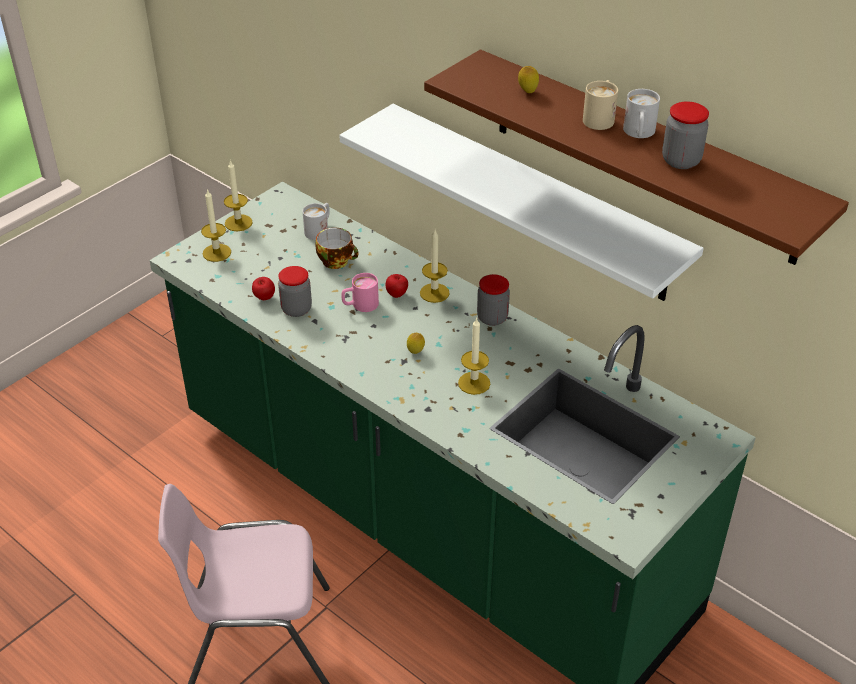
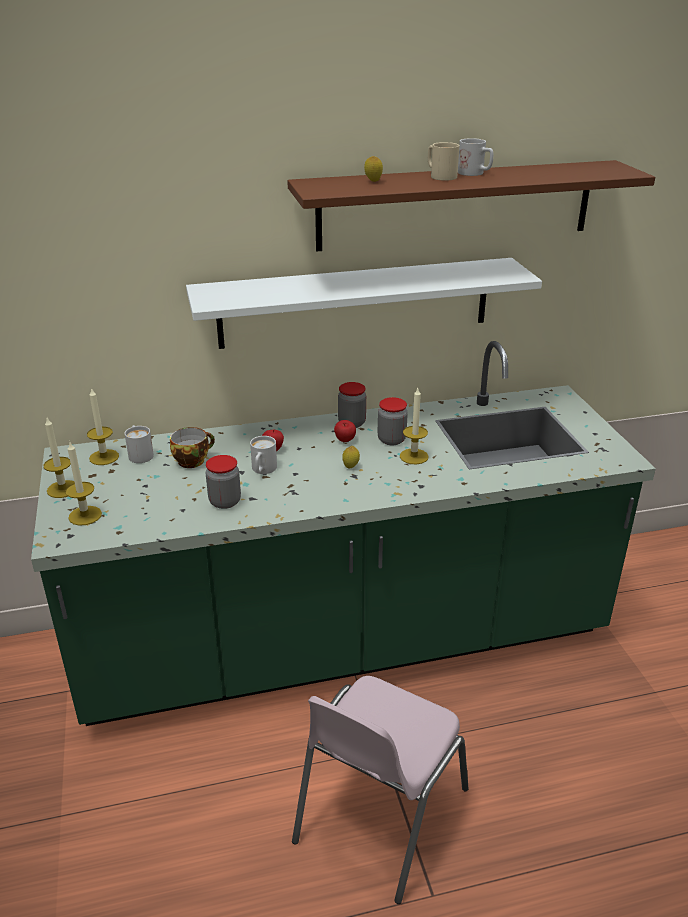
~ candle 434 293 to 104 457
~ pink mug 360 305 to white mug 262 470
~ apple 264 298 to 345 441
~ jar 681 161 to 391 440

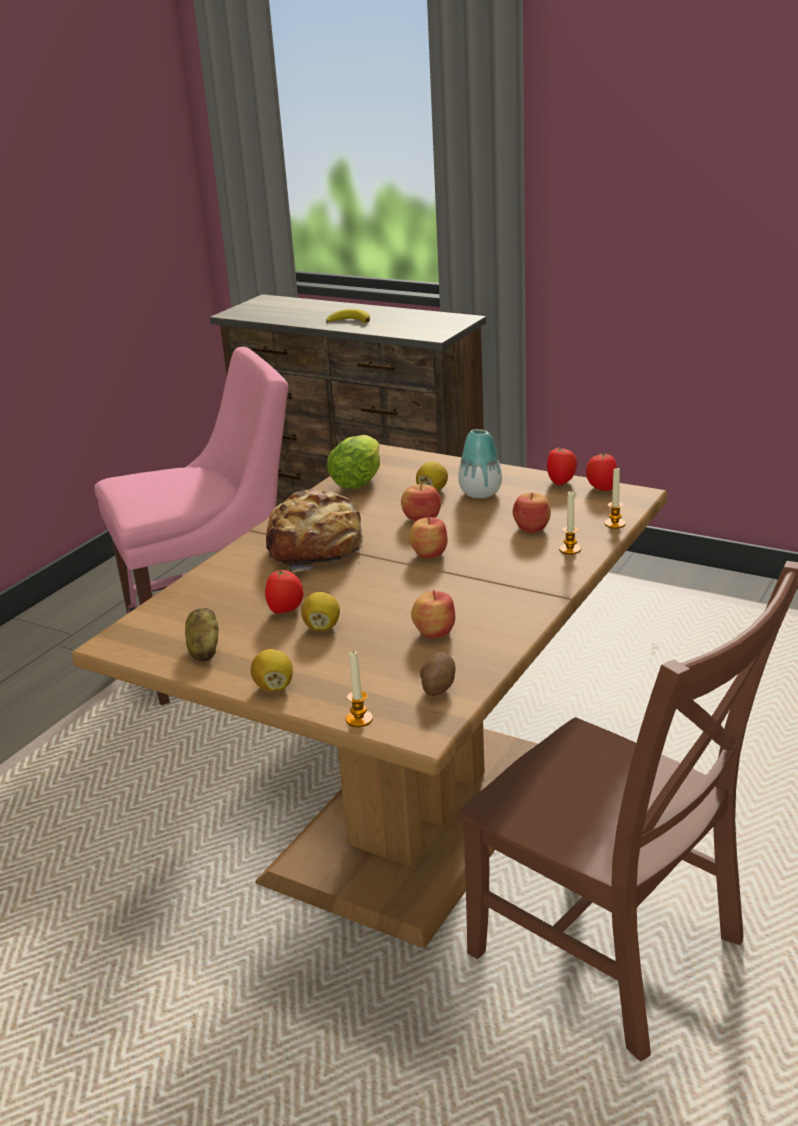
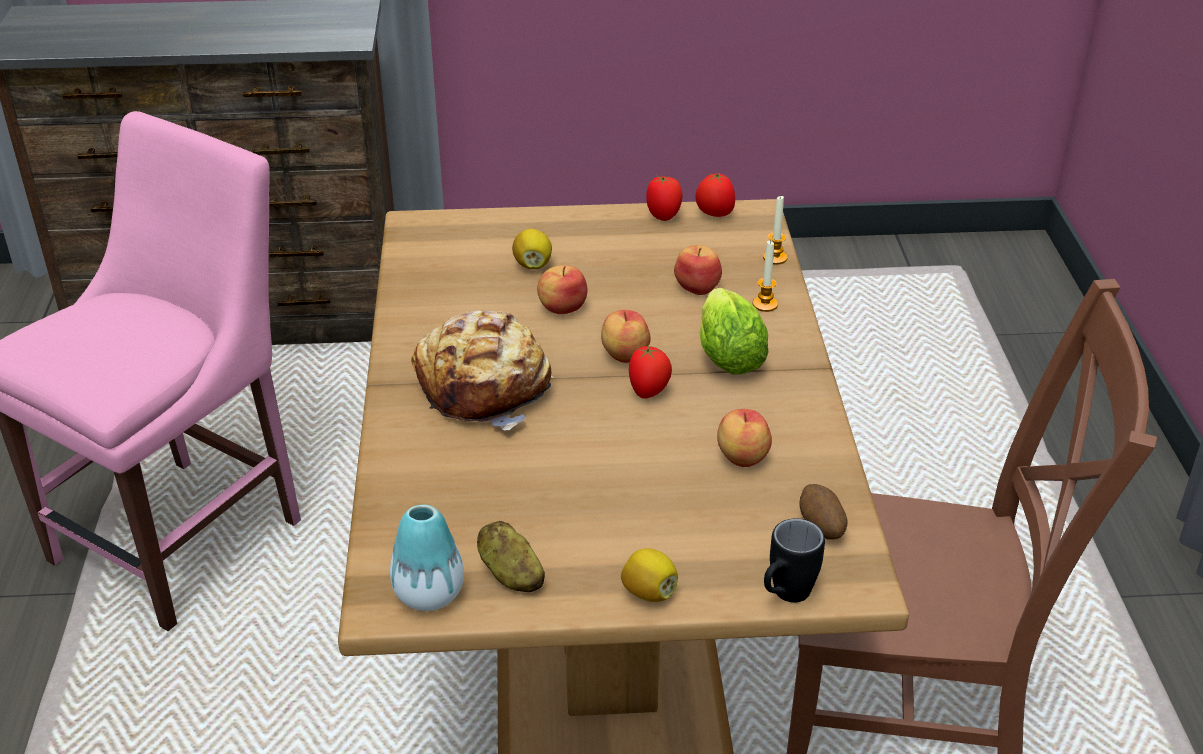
~ vase 480 493 to 429 594
~ tomato 286 611 to 649 392
~ lettuce 359 480 to 727 353
~ candle 359 719 to black mug 785 597
- lemon 322 627
- banana 349 320

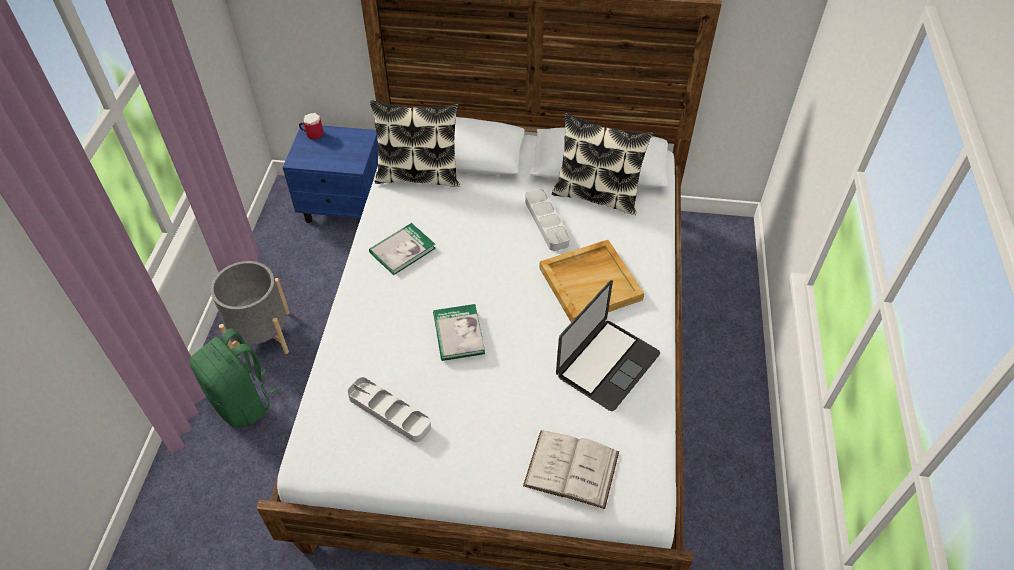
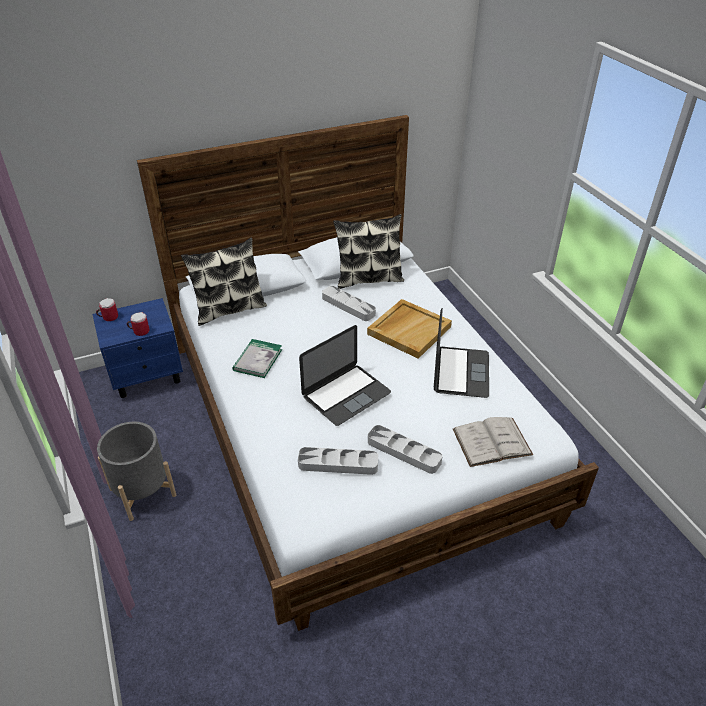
+ mug 139 331
~ book 458 334 to laptop 346 394
+ grey tray 404 452
- green backpack 243 402

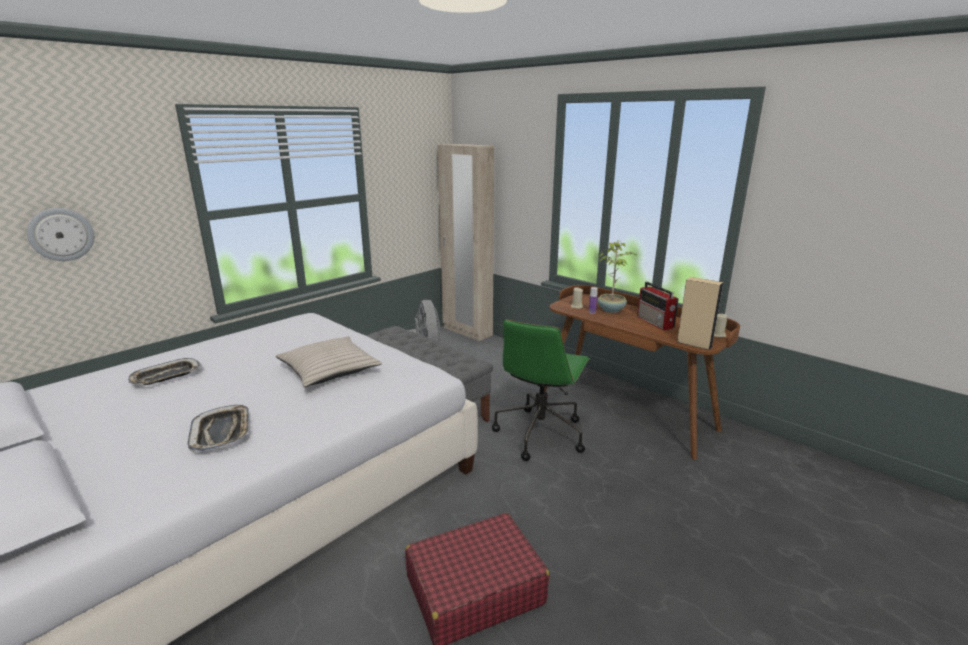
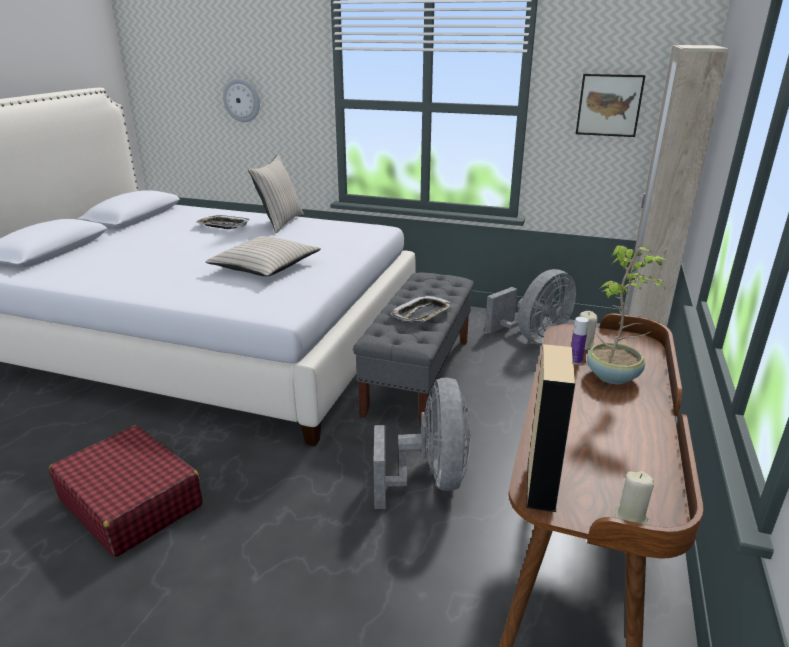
+ beige pillow 280 223
~ green office chair 540 433 to grey fan 430 479
~ tray 222 432 to 422 314
+ picture 609 105
- radio 655 322

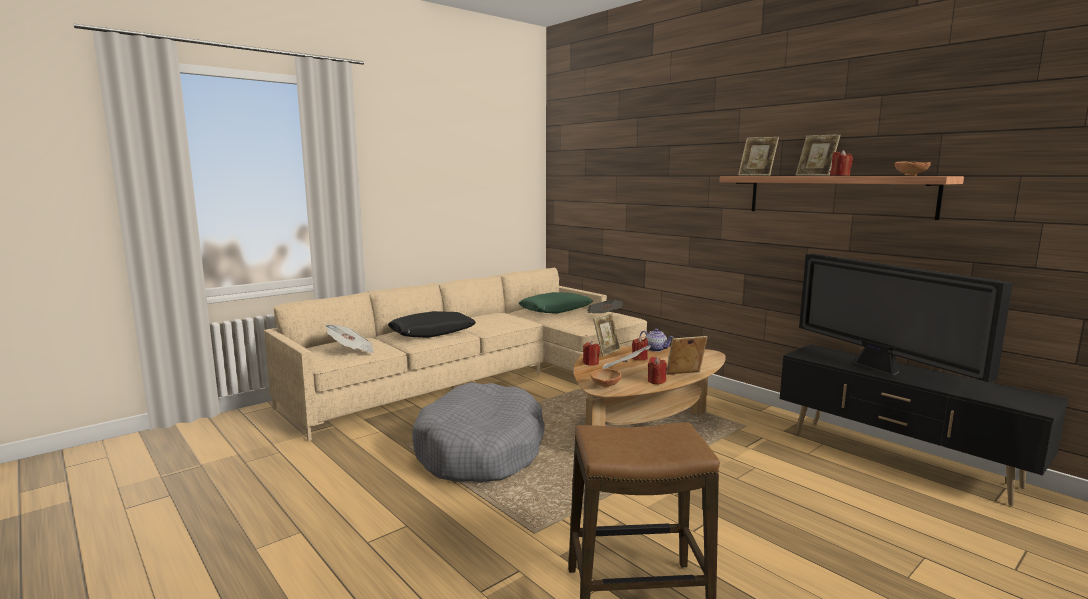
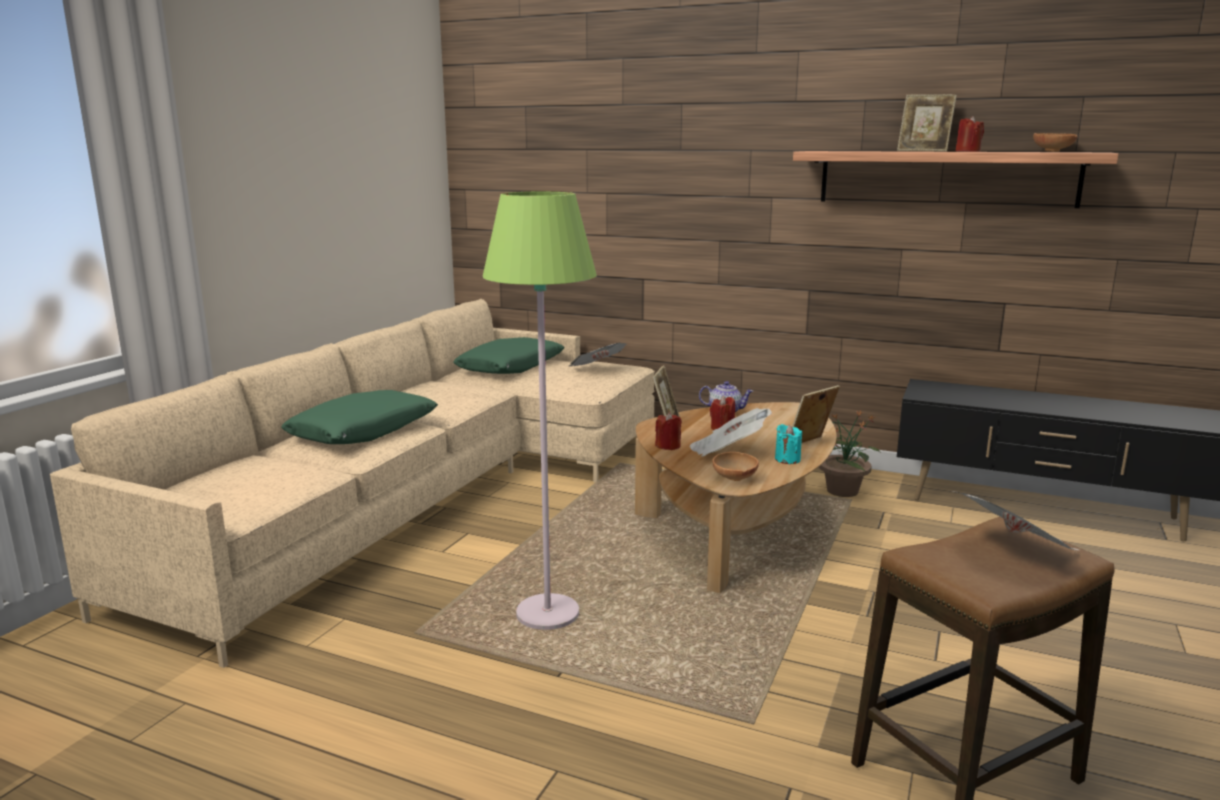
~ black pillow 432 333 to green pillow 363 431
~ grey dog bed 481 451 to green floor lamp 547 614
~ red candle 656 381 to turquoise candle 787 459
+ potted plant 843 490
~ newspaper 352 351 to 1015 553
- picture frame 756 175
- television 880 369

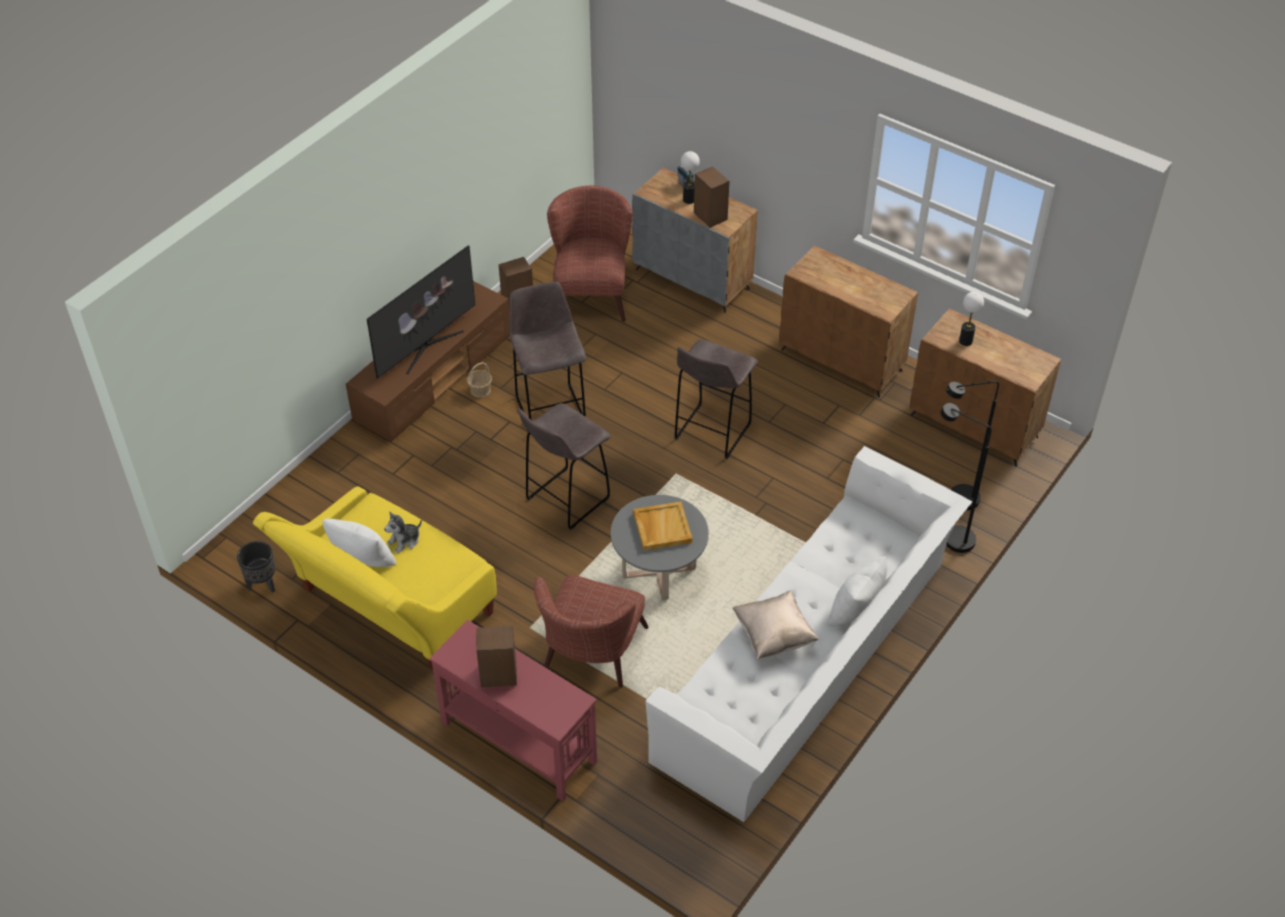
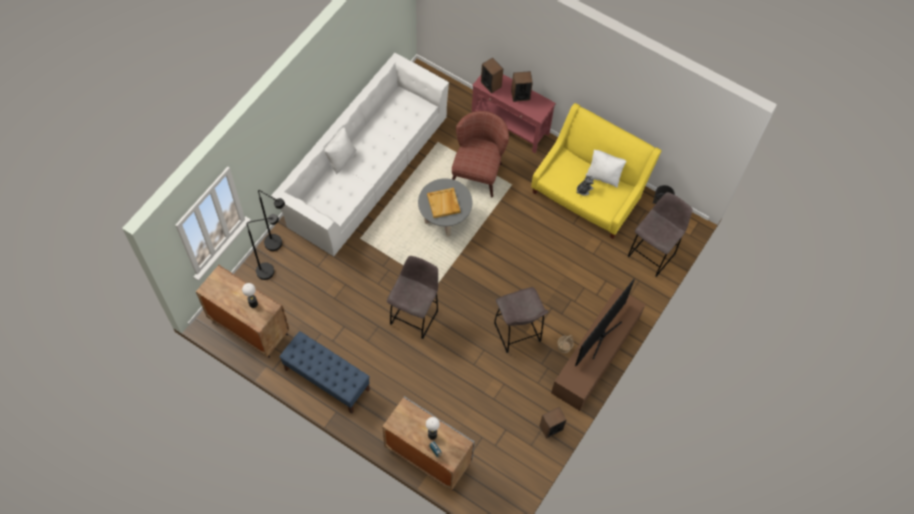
~ brown cabinet 842 360 to blue bench 327 379
~ speaker 710 216 to 491 84
~ grey stool 565 500 to 652 254
- brown armchair 591 292
- beige pillow 773 635

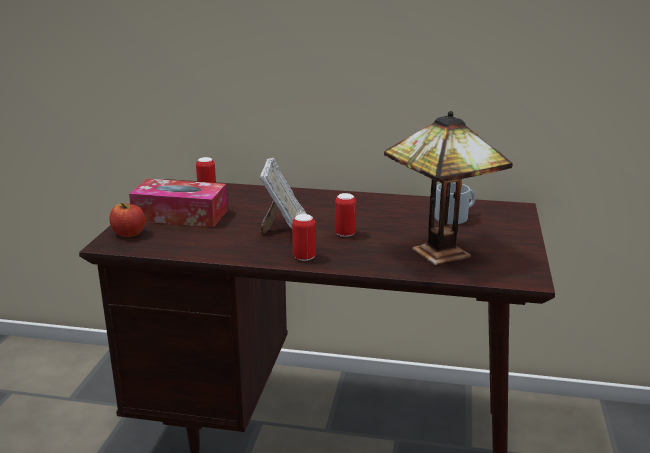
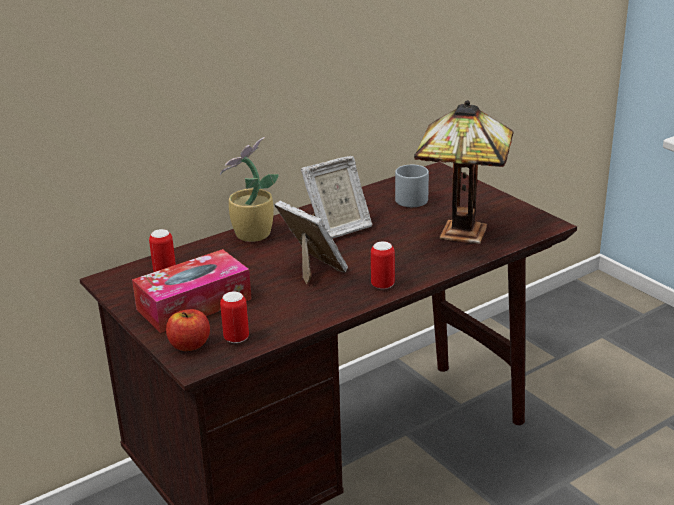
+ potted plant 251 235
~ can 345 234 to 236 338
+ picture frame 338 229

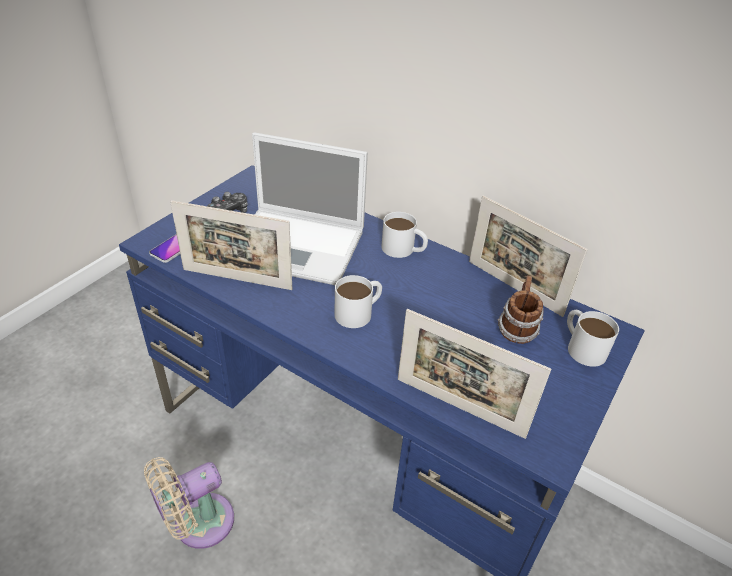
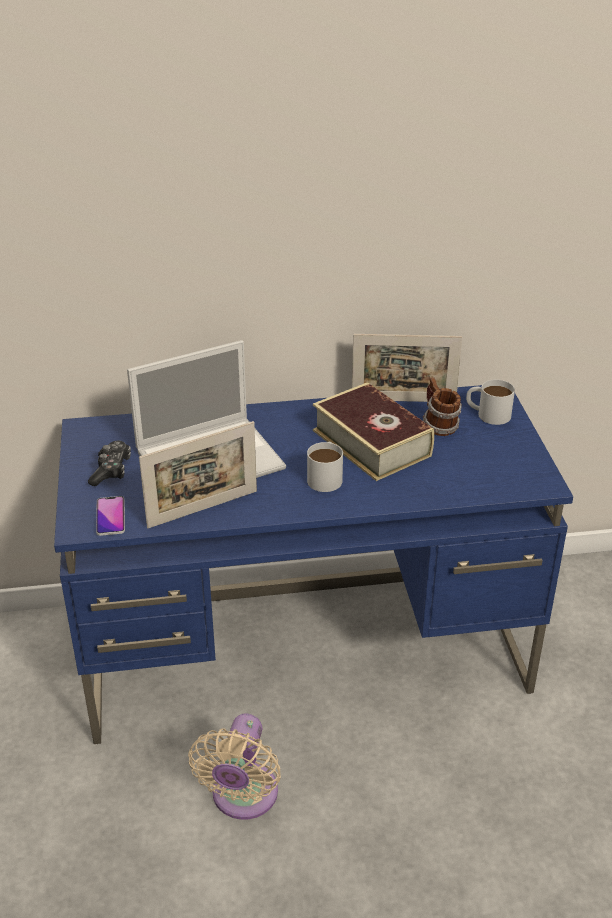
+ book 371 443
- white mug 403 249
- picture frame 459 407

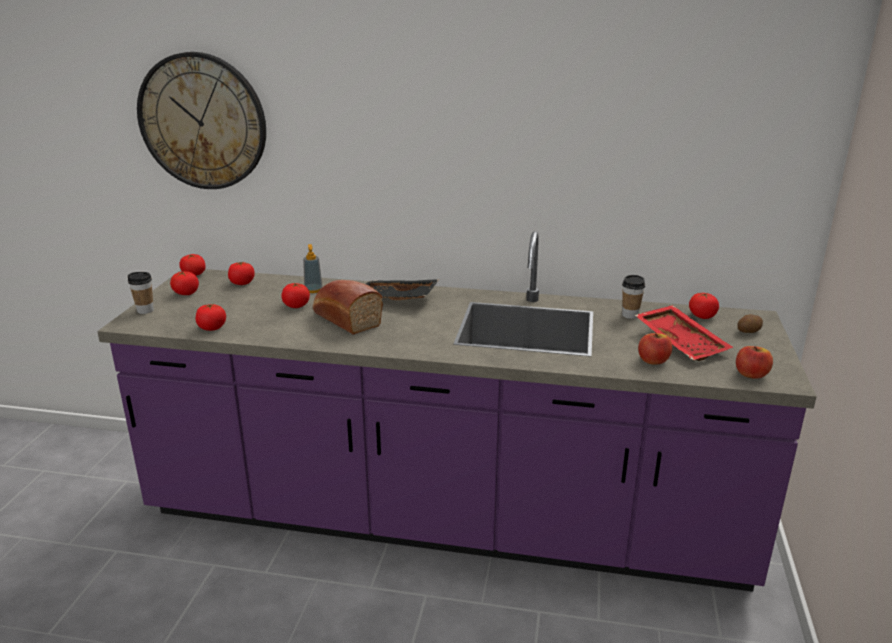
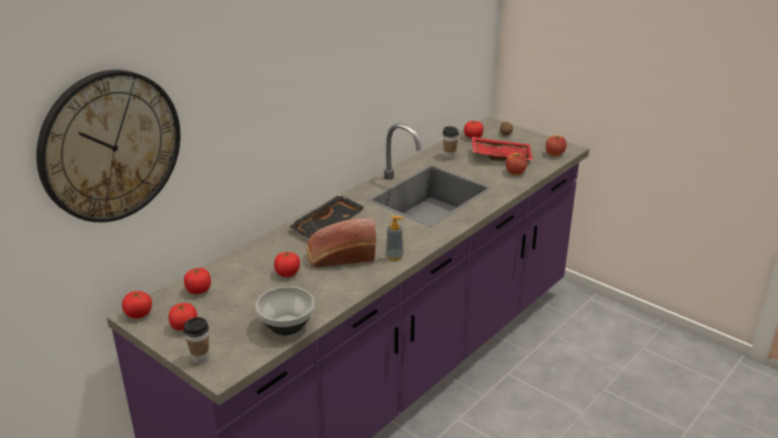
~ tomato 212 328 to bowl 287 325
~ soap dispenser 313 290 to 394 256

